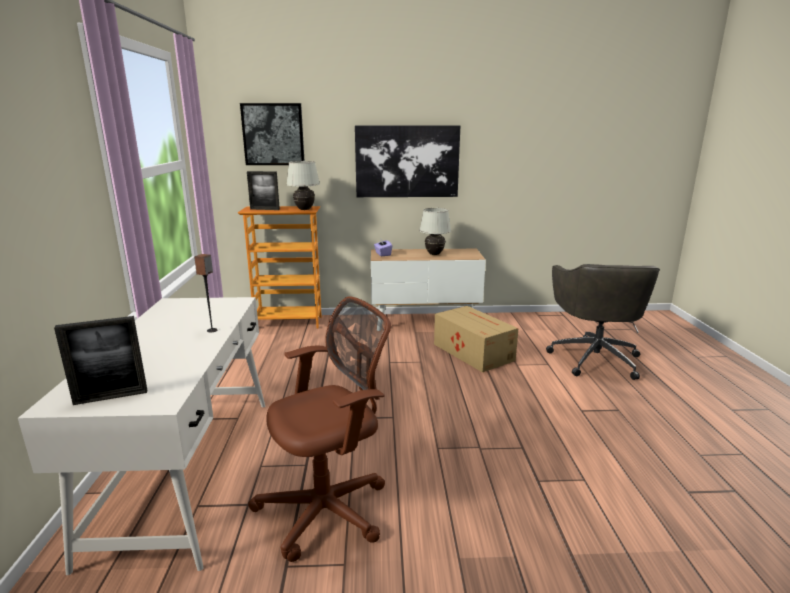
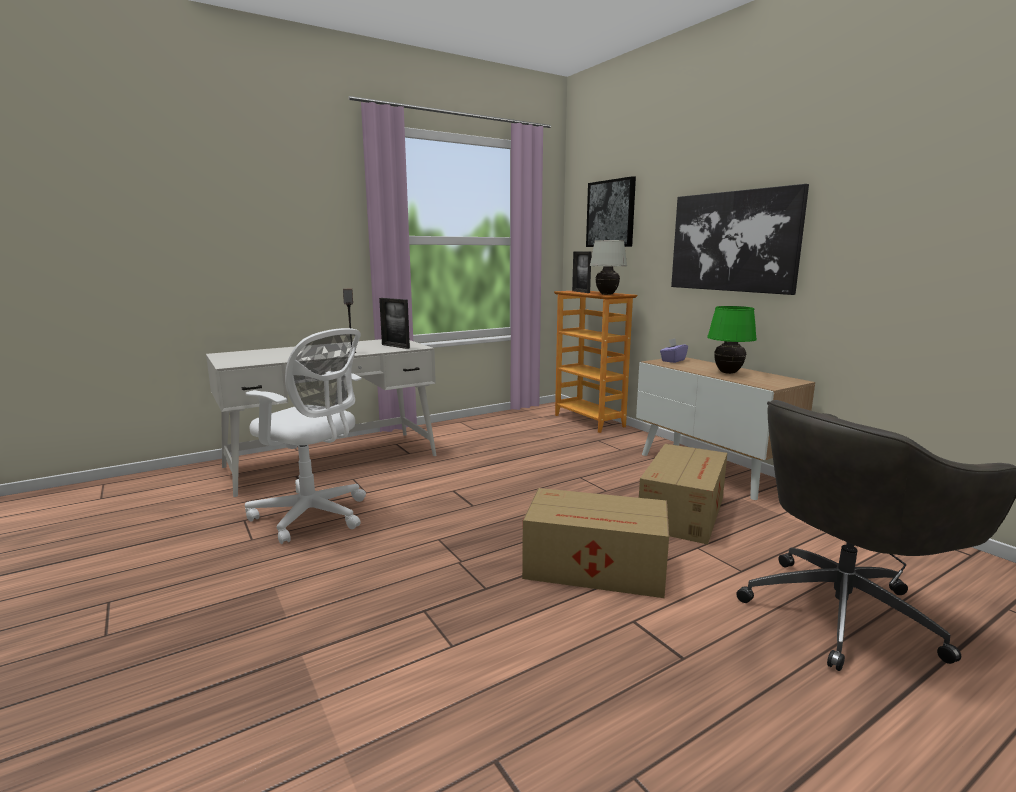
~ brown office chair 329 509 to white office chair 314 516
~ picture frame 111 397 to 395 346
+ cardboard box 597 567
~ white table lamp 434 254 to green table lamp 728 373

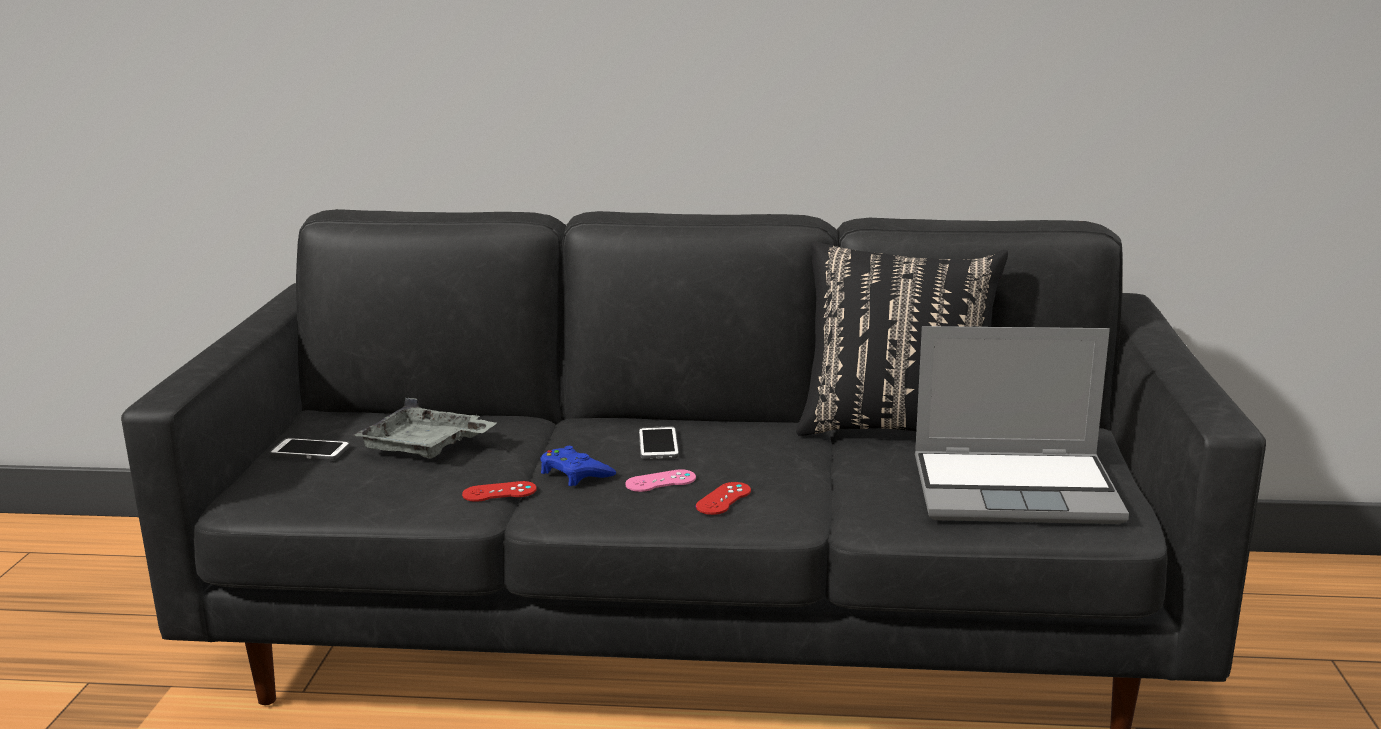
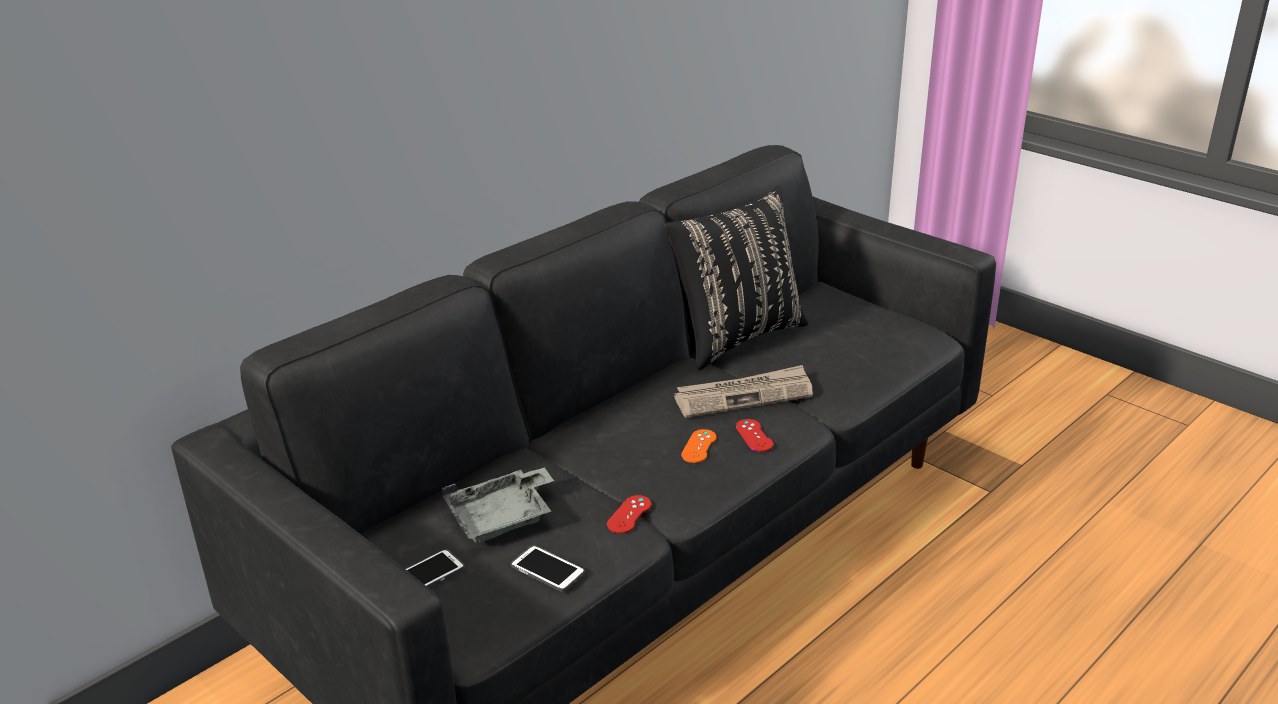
~ phone 658 444 to 547 570
+ newspaper 744 395
~ pink game controller 660 481 to orange game controller 699 446
- blue game controller 575 473
- laptop 1017 489

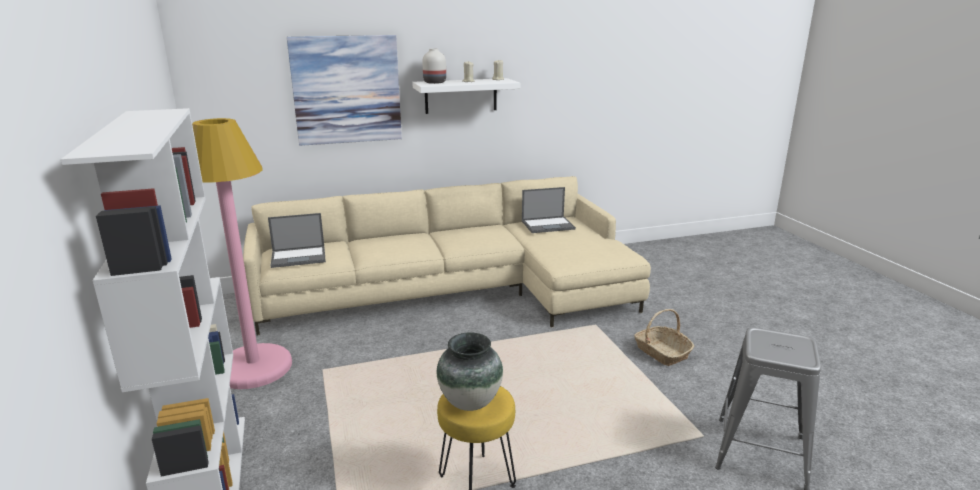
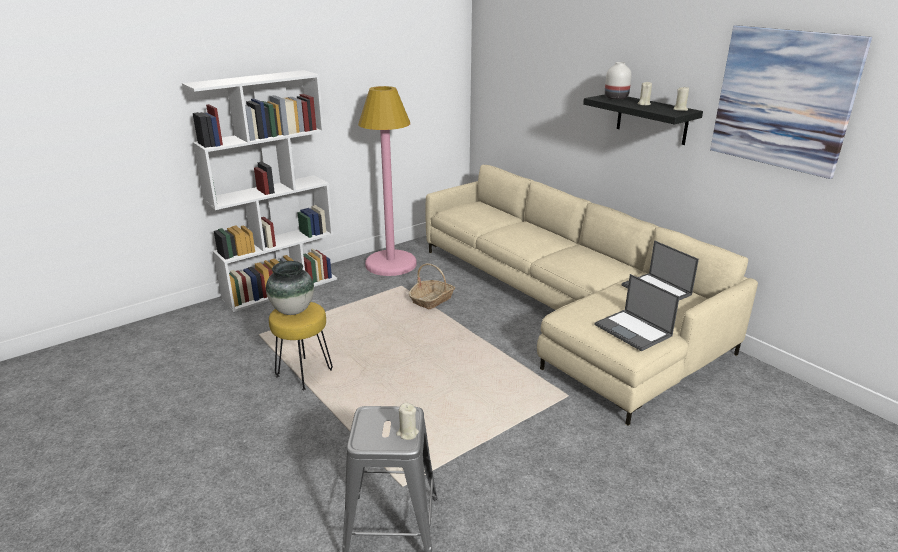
+ beige candle 407 433
~ basket 661 352 to 432 300
~ white shelf 461 96 to black shelf 652 119
~ laptop 299 257 to 634 330
~ picture 346 90 to 783 99

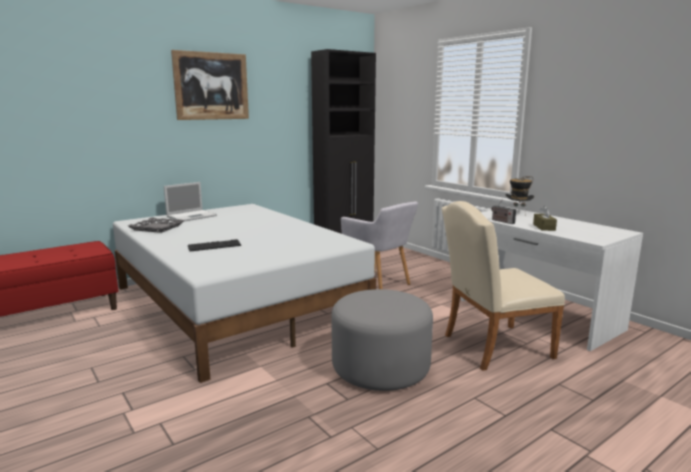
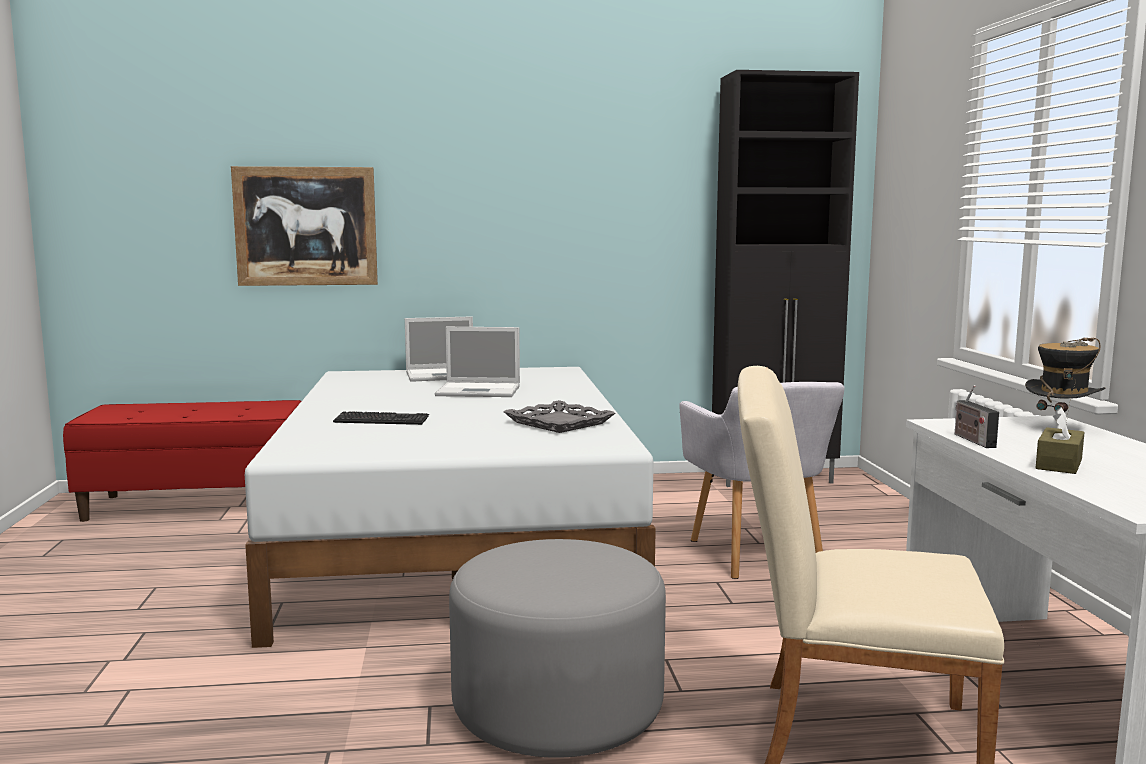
~ picture 211 86 to 306 226
+ laptop 480 391
~ grey tray 157 228 to 560 423

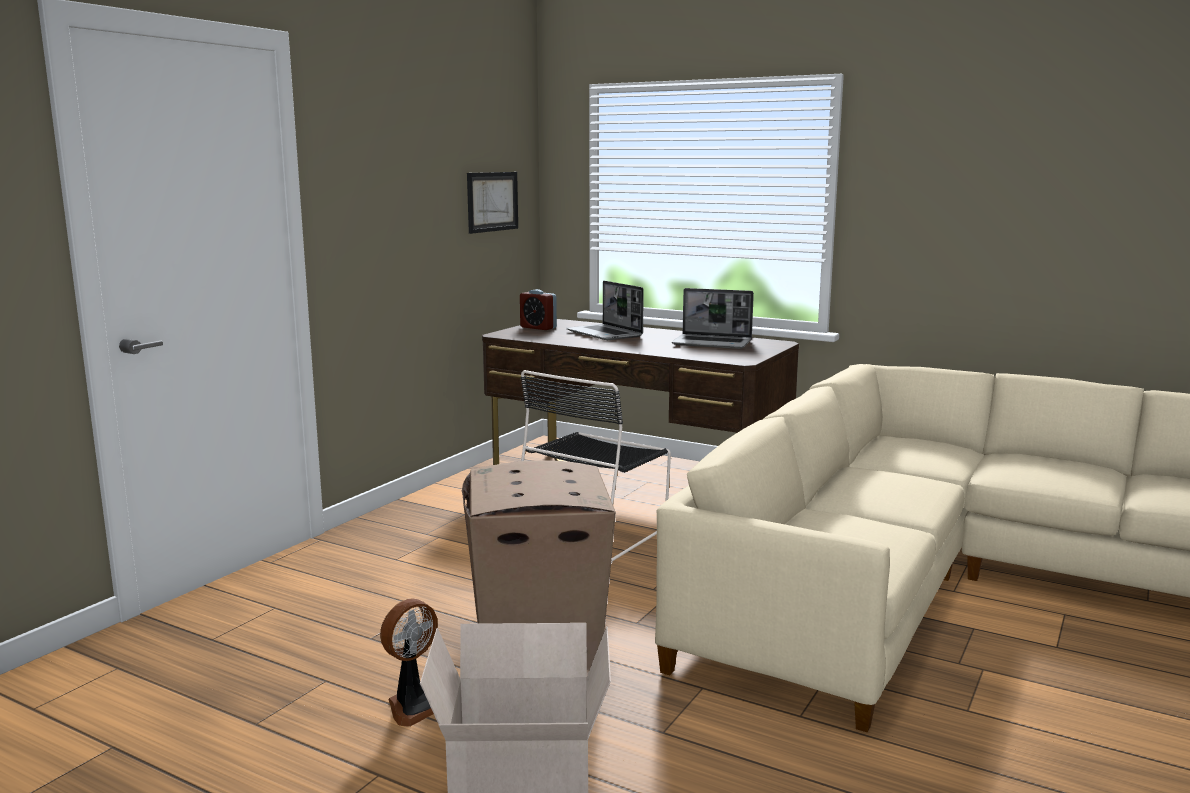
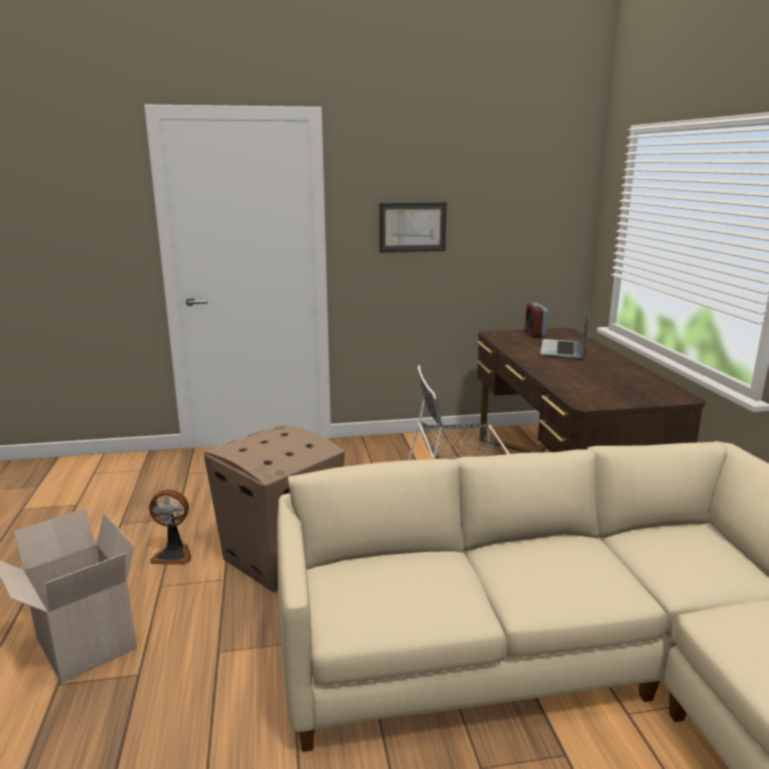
~ picture 492 201 to 412 227
- laptop 713 343

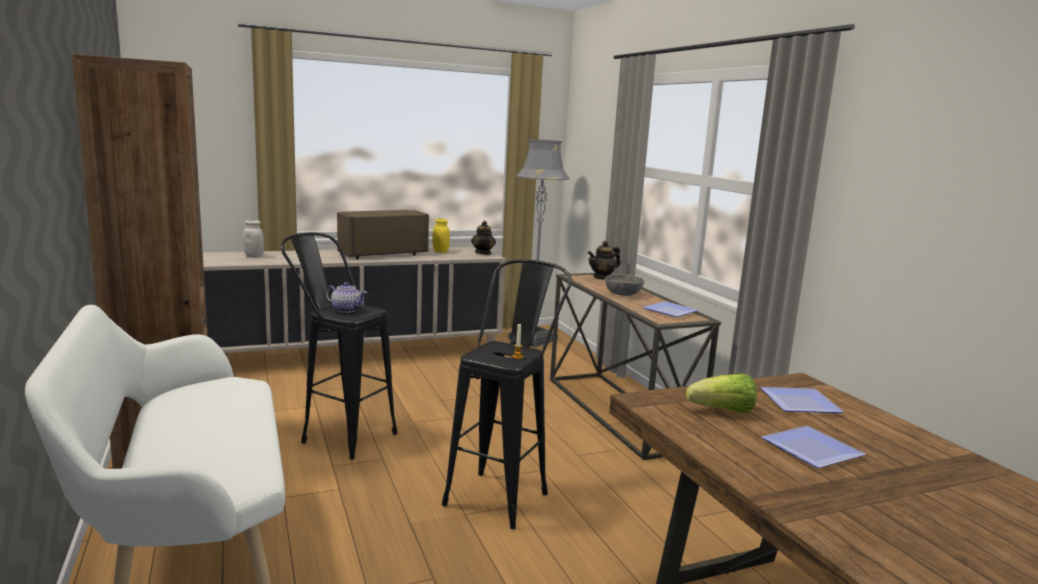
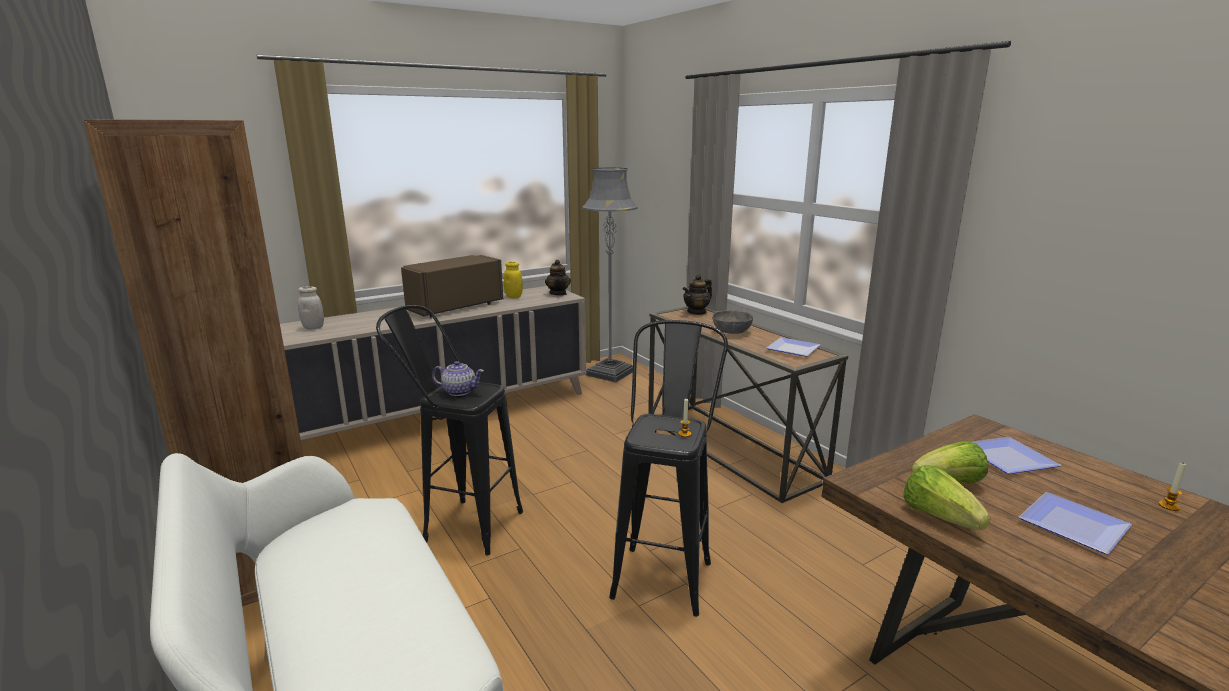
+ lettuce 939 517
+ candle 1169 506

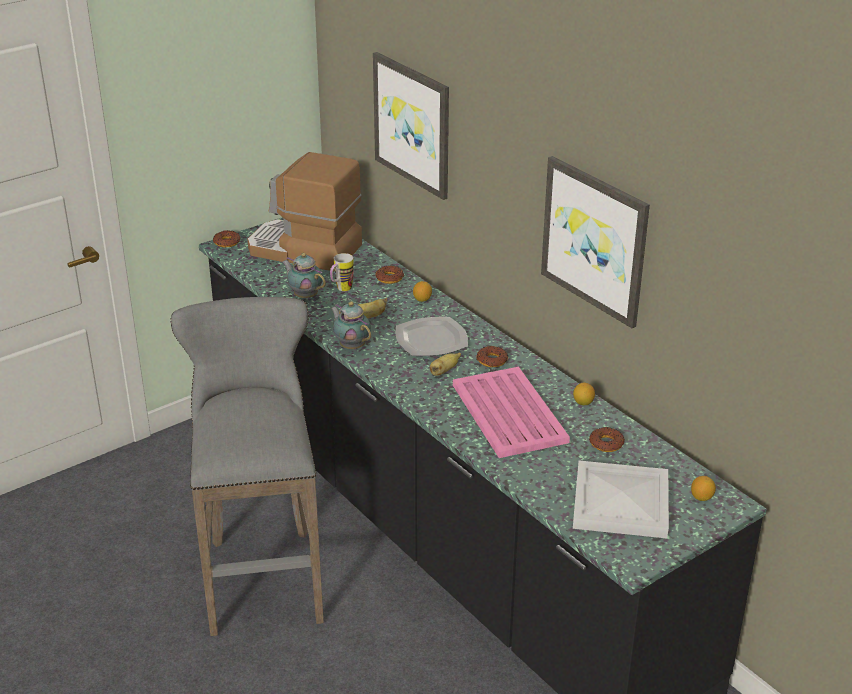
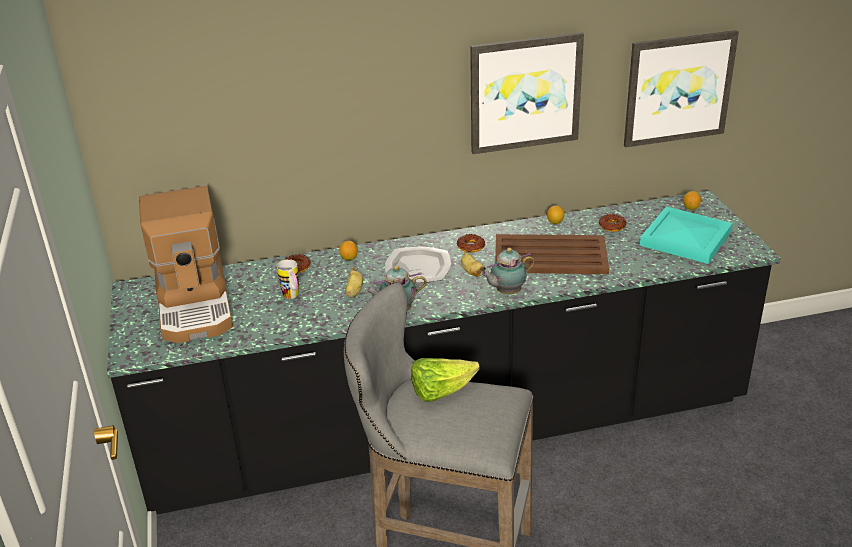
~ coffee machine 304 250 = 196 304 60 degrees counterclockwise
+ lettuce 441 391
~ teapot 305 296 to 506 292
~ pink tray 509 414 to brown tray 551 256
~ picture 413 124 to 678 88
~ white tray 619 502 to turquoise tray 684 238
- donut 226 242

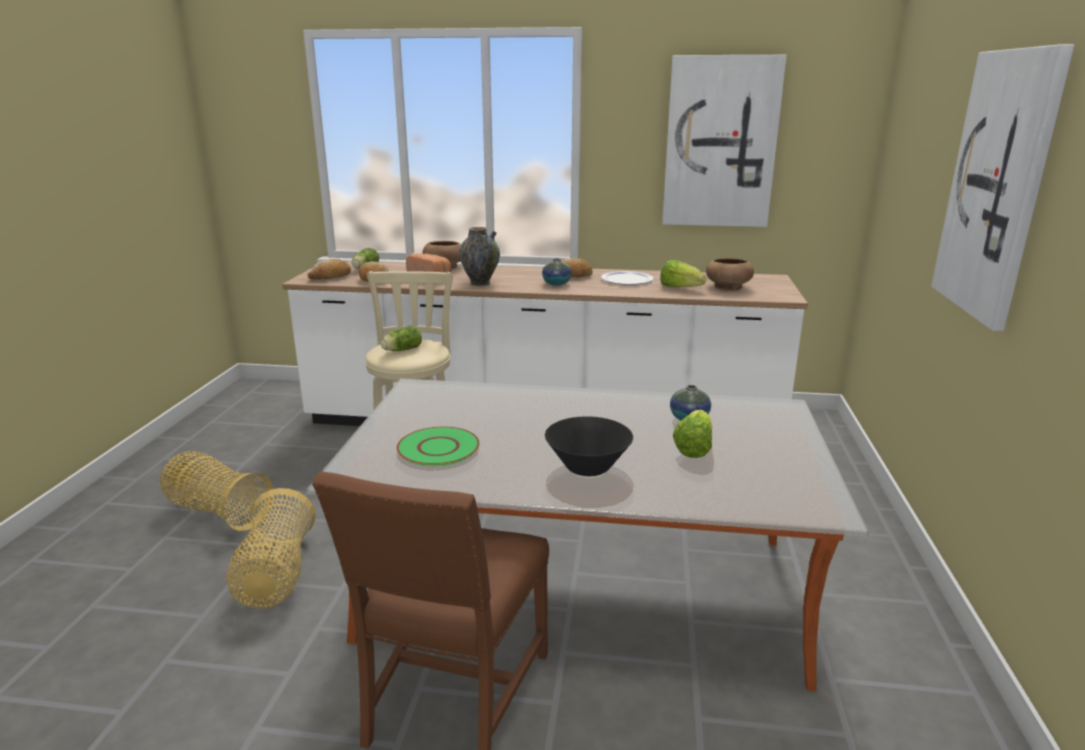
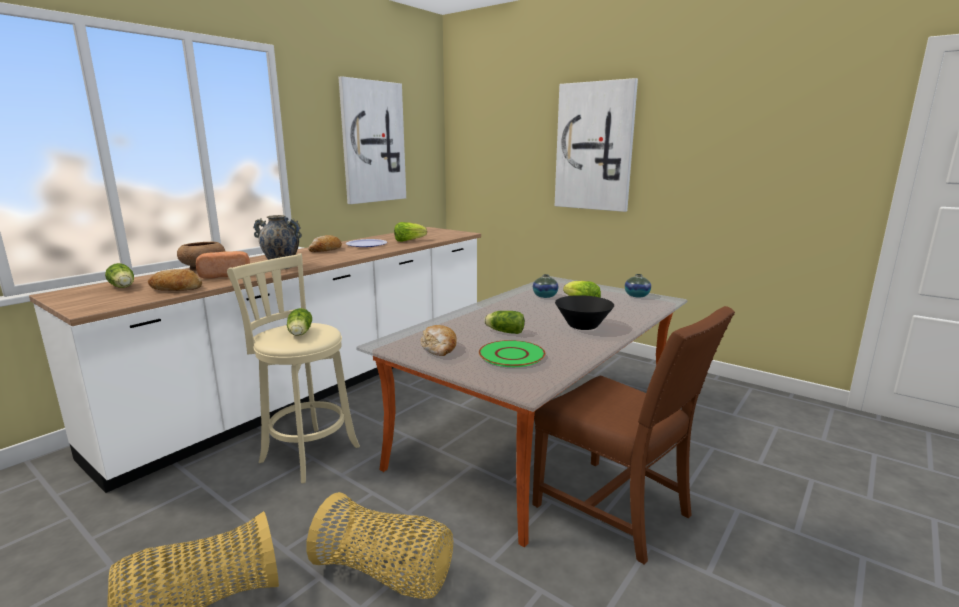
~ bread 330 277 to 439 348
+ lettuce 504 331
~ vase 556 284 to 637 296
- brown bowl 727 287

